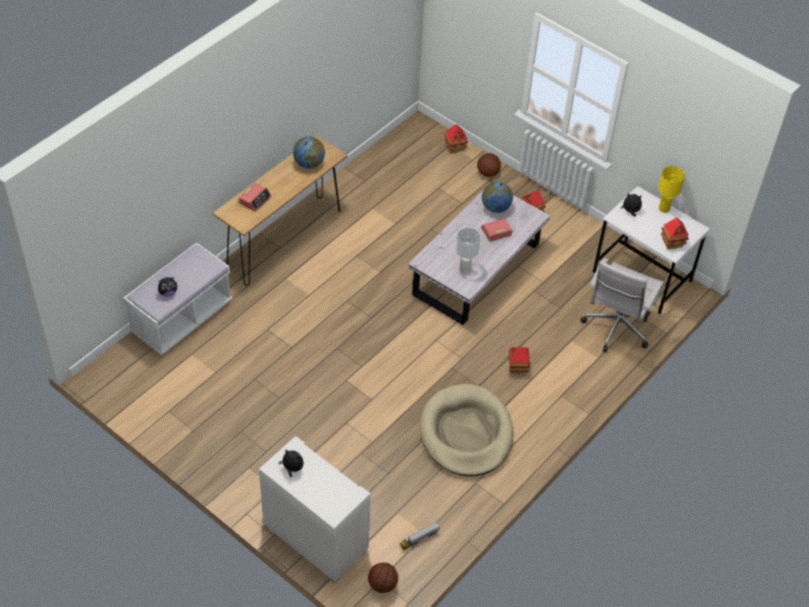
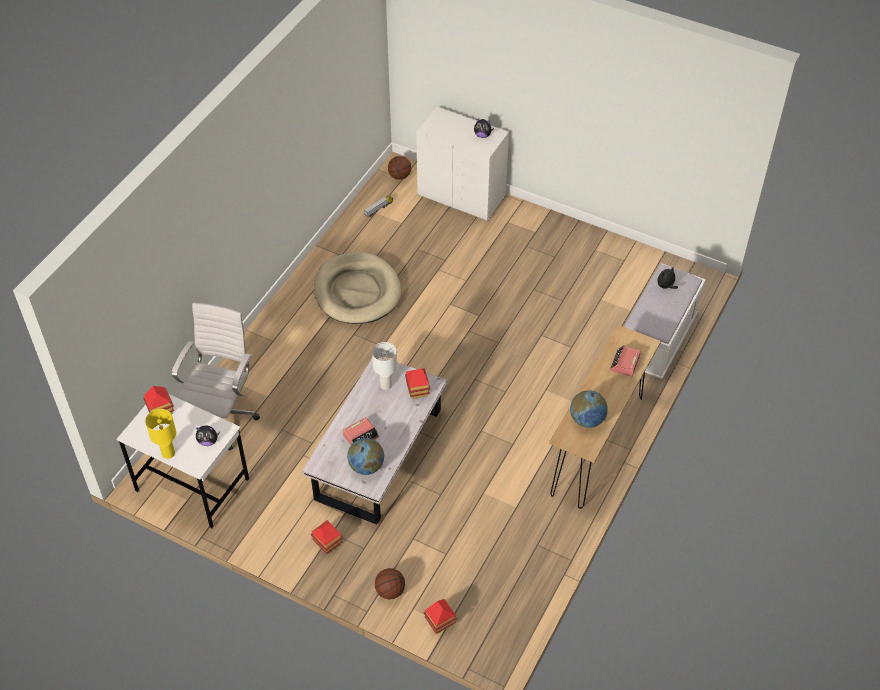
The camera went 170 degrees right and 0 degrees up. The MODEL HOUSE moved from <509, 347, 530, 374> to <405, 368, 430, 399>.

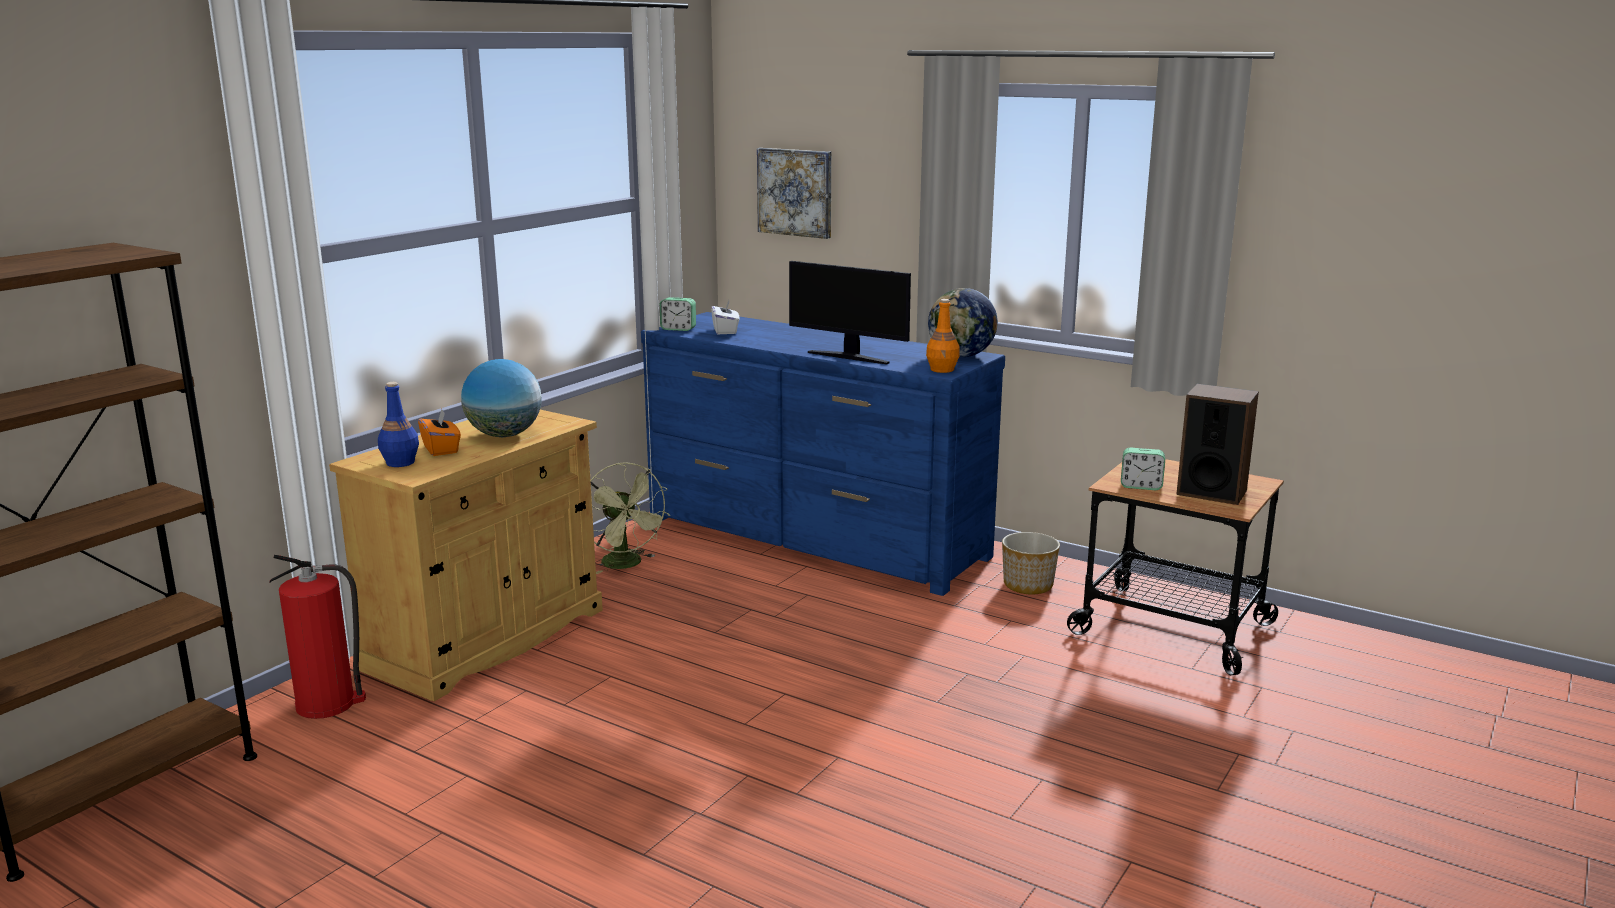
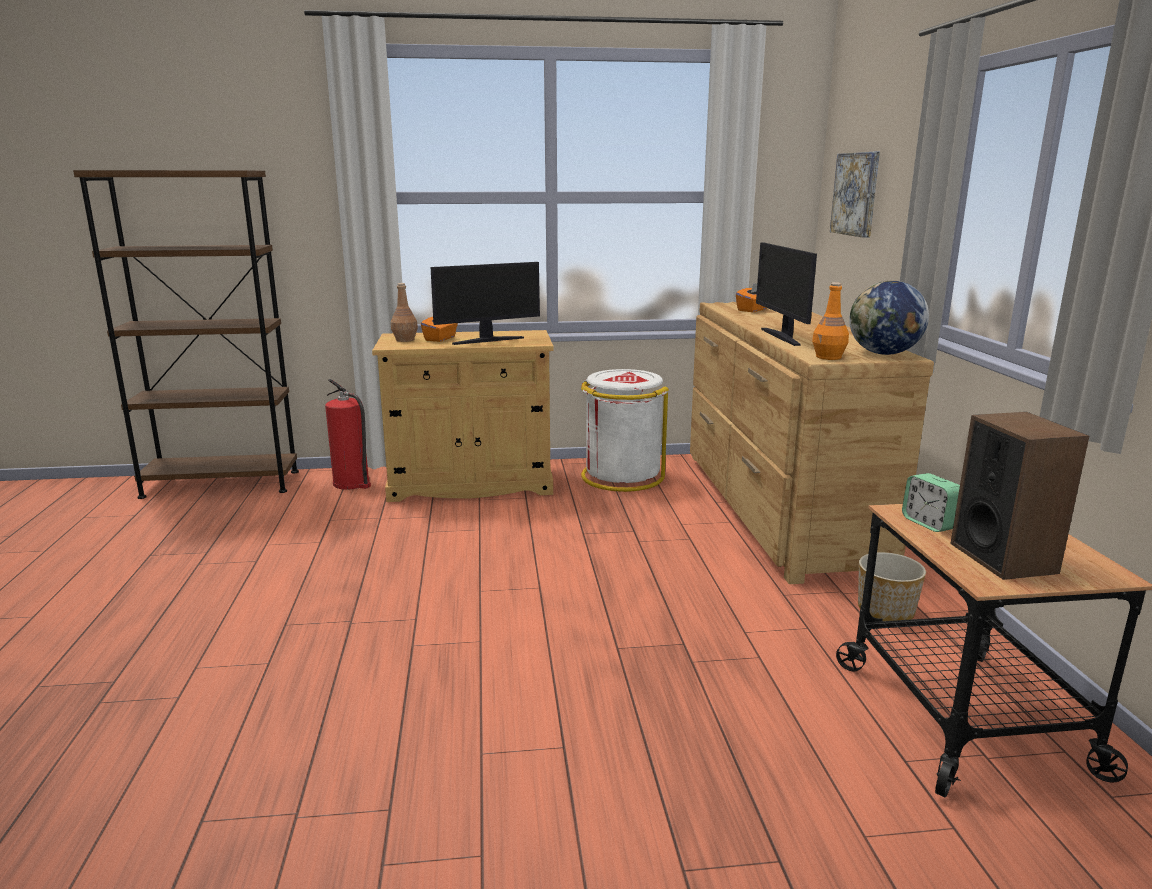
The camera went 50 degrees right and 0 degrees up. The ALARM CLOCK at <660, 297, 696, 331> disappeared. The WORLD GLOBE at <461, 359, 542, 437> was replaced by the COMPUTER DISPLAY at <431, 262, 540, 345>. The GREENISH COOLING FAN at <590, 462, 670, 574> was replaced by the WHITISH RUBBISH BIN at <581, 369, 669, 492>. The BLUE-COLOURED BOTTLE at <378, 382, 419, 467> became the BROWN BOTTLE at <391, 283, 418, 342>. The BLUE-COLOURED DRAWER CHEST at <641, 312, 1005, 596> became the BROWN DRAWER CHEST at <690, 302, 934, 584>. The WHITISH TISSUE BOX at <711, 300, 740, 334> became the ORANGEY TISSUE BOX at <736, 284, 766, 312>.

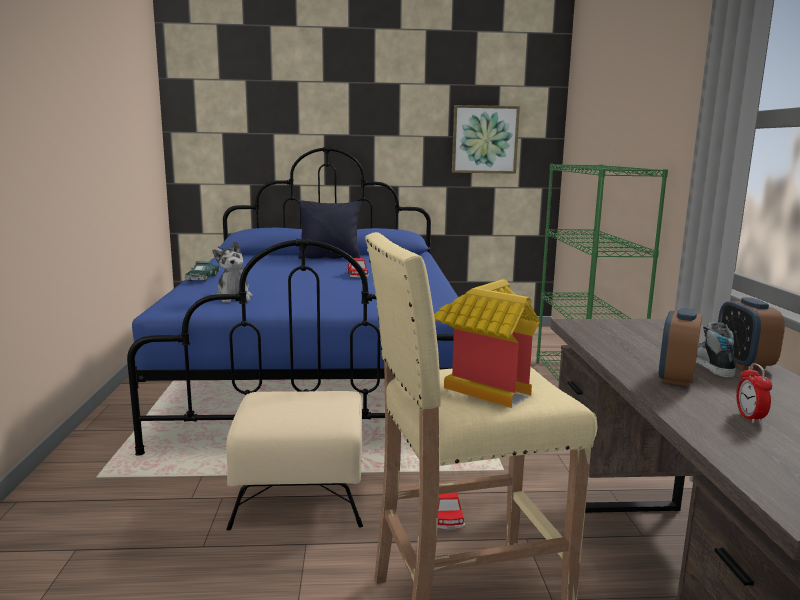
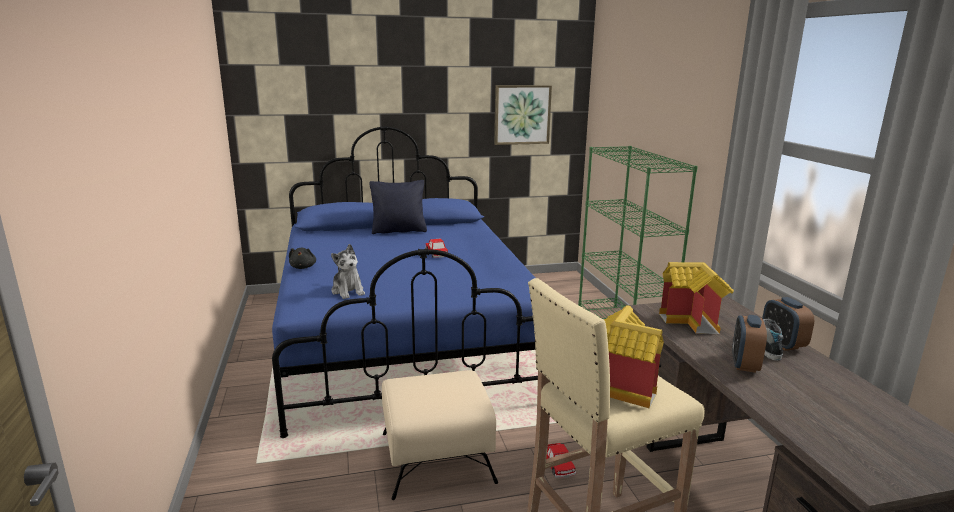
The camera went 10 degrees left and 5 degrees up. The ALARM CLOCK at <736, 363, 772, 424> disappeared. The MODEL HOUSE at <659, 262, 734, 334> appeared. The MINIATURE CAR at <184, 261, 220, 282> was replaced by the BLACKISH SOFT TOY at <289, 248, 316, 269>.

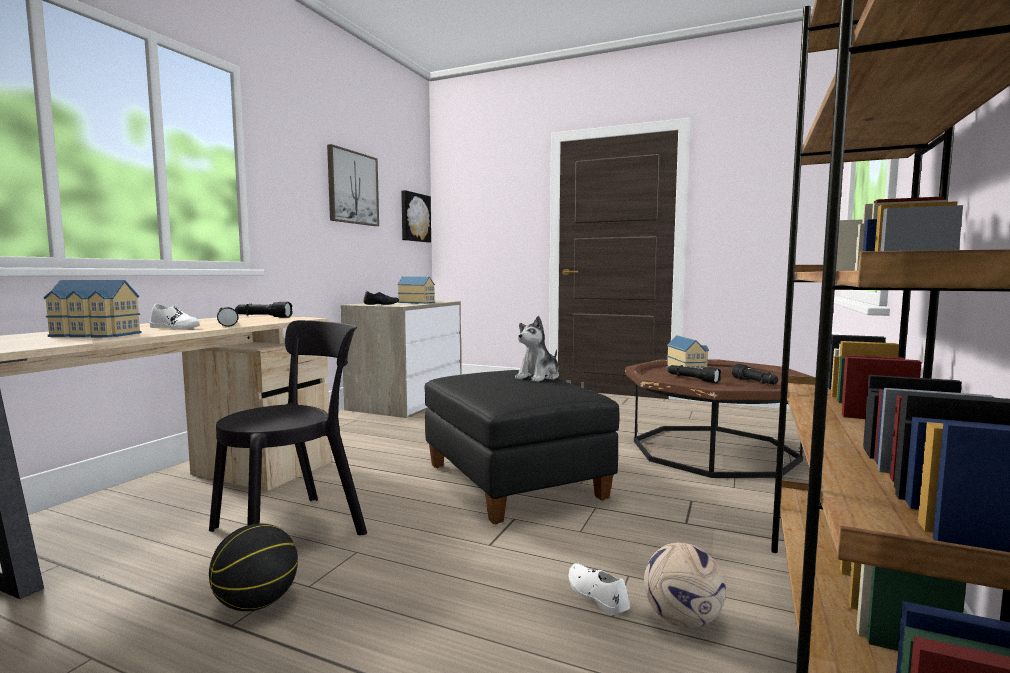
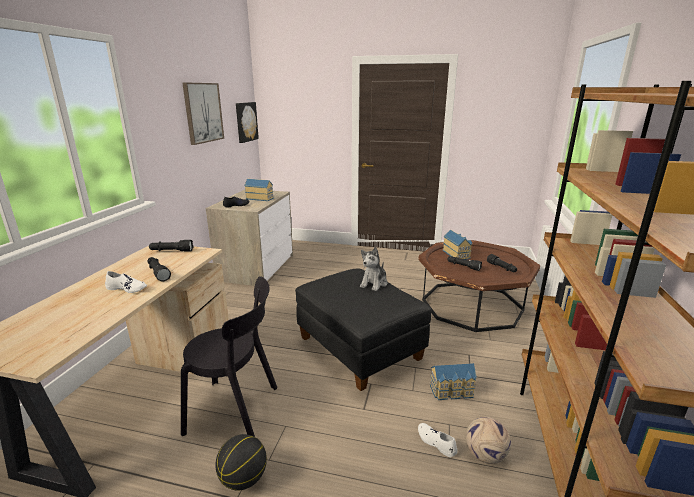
The camera went 10 degrees left and 15 degrees up. The MODEL HOUSE moved from <44, 280, 142, 338> to <430, 363, 477, 400>. The BLACKISH CHAIR at <209, 320, 367, 535> turned 60 degrees clockwise.

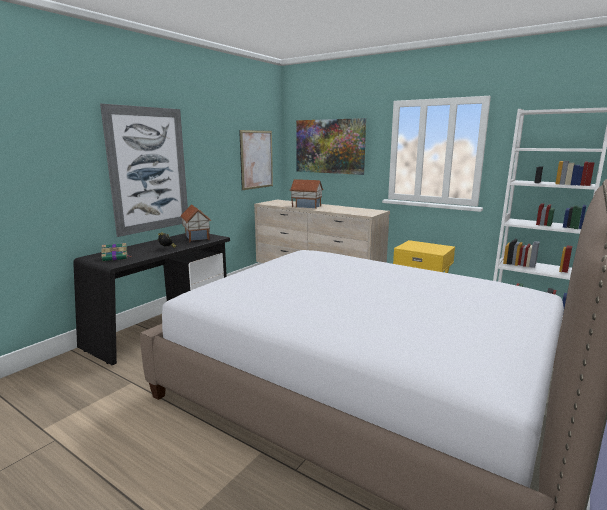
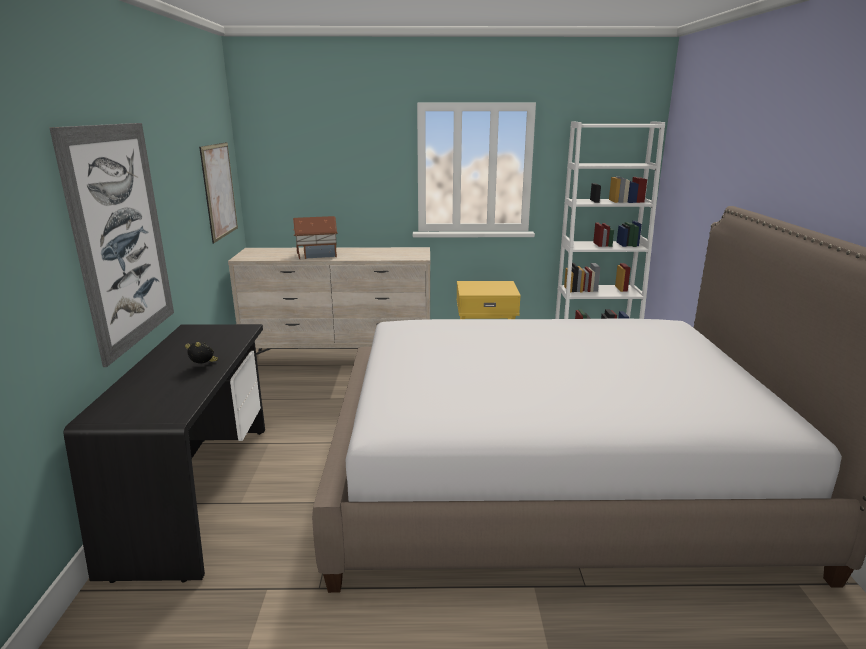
The camera went 35 degrees left and 5 degrees up. The VOLUME at <101, 243, 131, 261> disappeared. The MODEL HOUSE at <180, 204, 211, 243> disappeared. The PICTURE at <296, 118, 366, 175> disappeared.

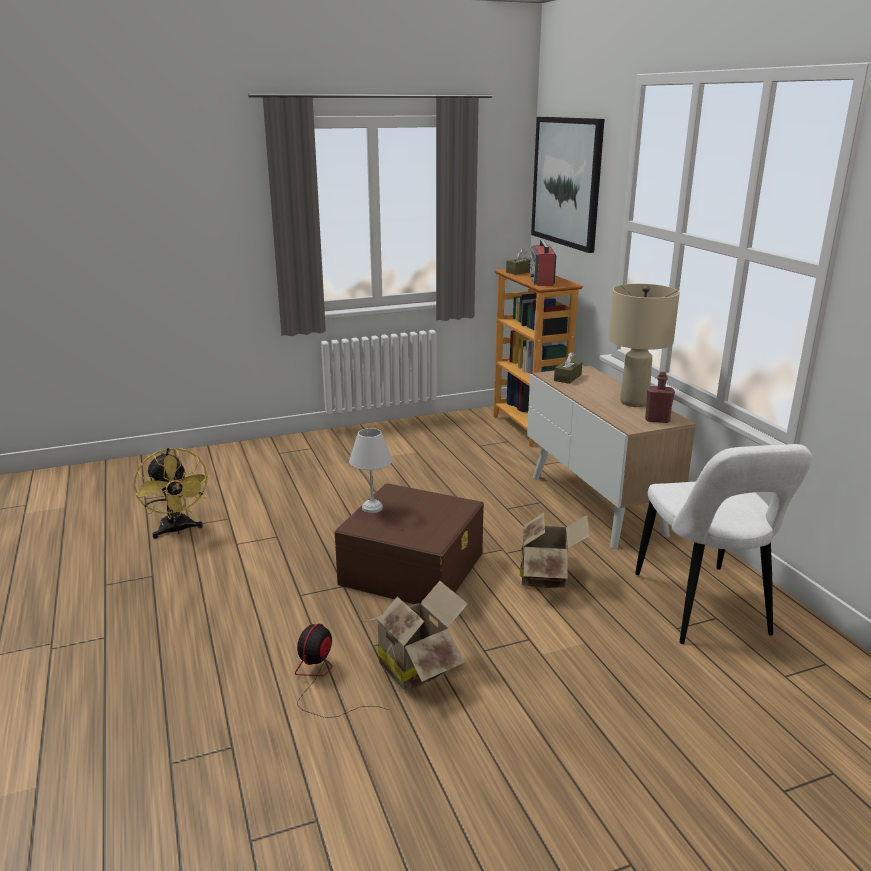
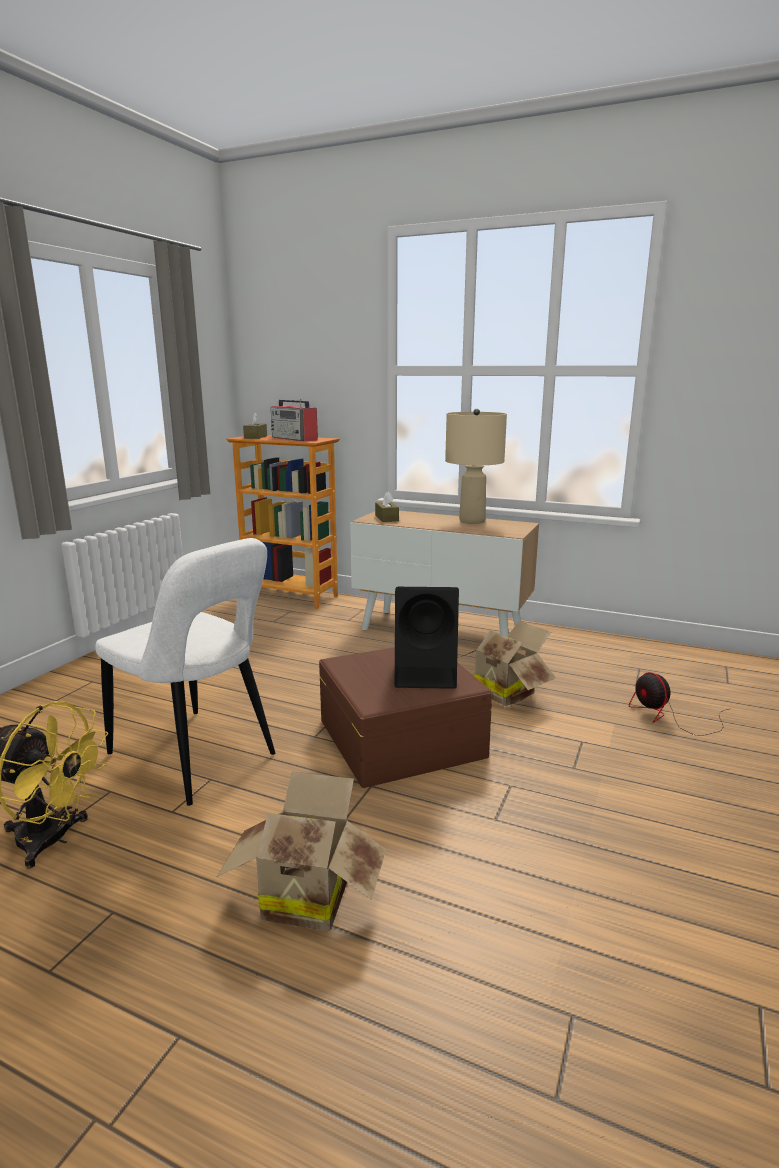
The camera went 45 degrees left and 5 degrees down. The WHITISH LAMP FOR A TABLE at <349, 428, 392, 513> disappeared. The PICTURE at <531, 117, 605, 253> disappeared. The RED-COLOURED BOTTLE at <645, 372, 675, 423> disappeared. The BLACKISH LOUDSPEAKER at <395, 587, 459, 689> appeared. The COOLING FAN moved from <295, 624, 388, 718> to <629, 672, 728, 736>. The PACKING BOX moved from <364, 581, 468, 690> to <217, 771, 386, 931>. The WHITISH CHAIR moved from <635, 444, 812, 644> to <95, 538, 275, 806>.

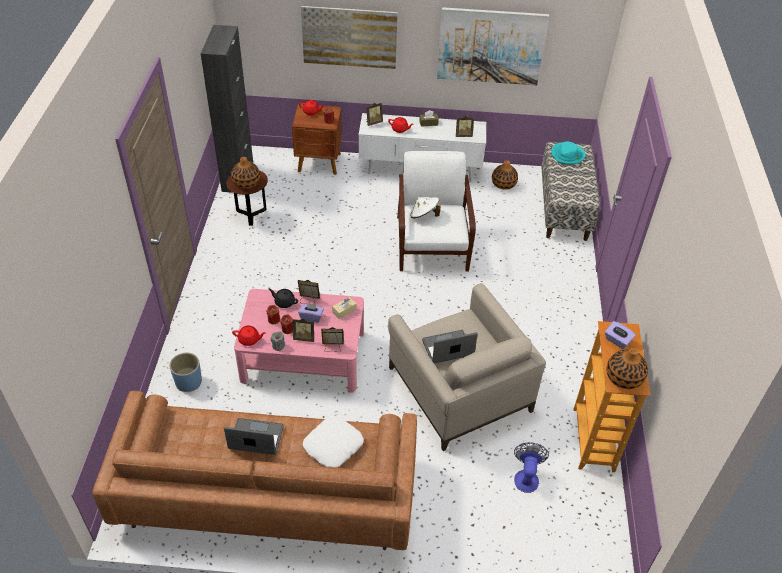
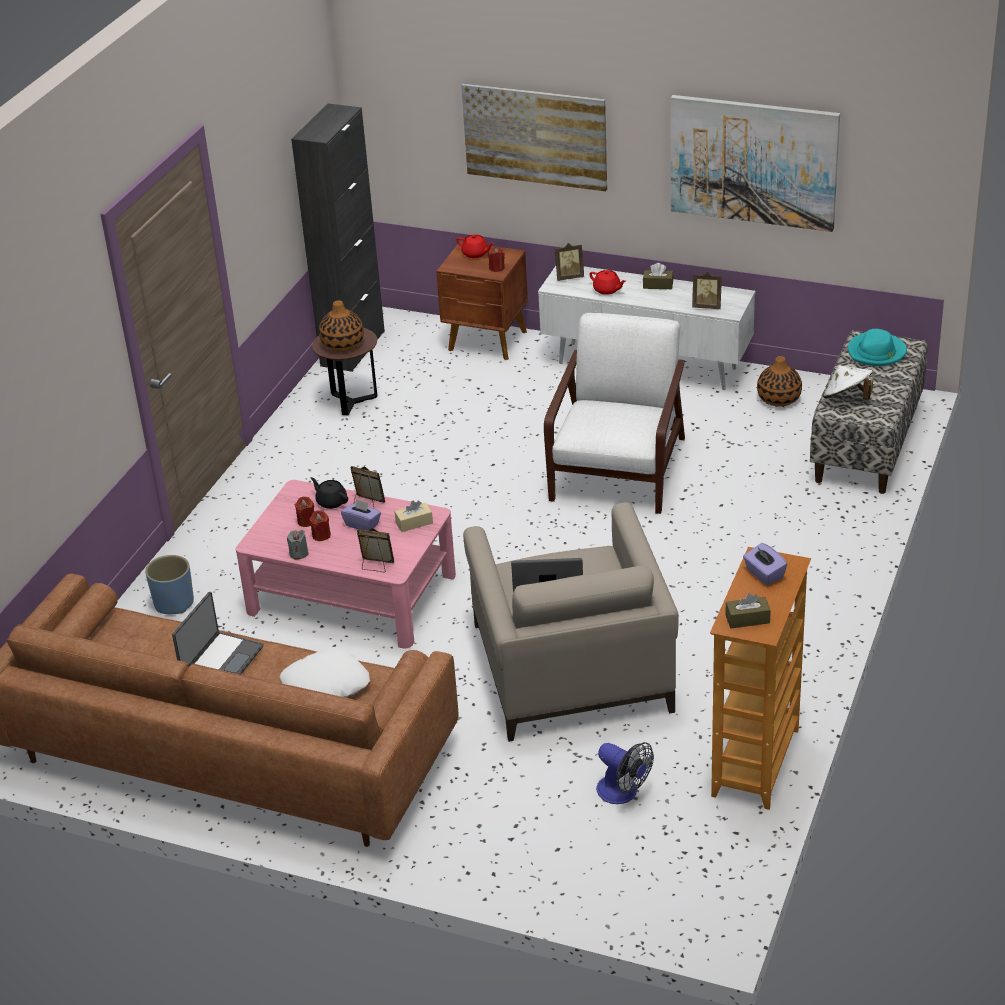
The camera went 20 degrees right and 10 degrees down. The RED-COLOURED TEA POT at <232, 326, 266, 346> disappeared. The STANDING FRAME at <292, 318, 314, 342> disappeared. The WHITISH HAT moved from <410, 197, 441, 218> to <823, 365, 873, 399>. The DECORATIVE VASE at <607, 348, 648, 389> was replaced by the BROWN TISSUE BOX at <726, 593, 771, 628>. The LAPTOP at <224, 418, 284, 455> turned 90 degrees clockwise. The COOLING FAN at <514, 442, 549, 493> turned 105 degrees clockwise.

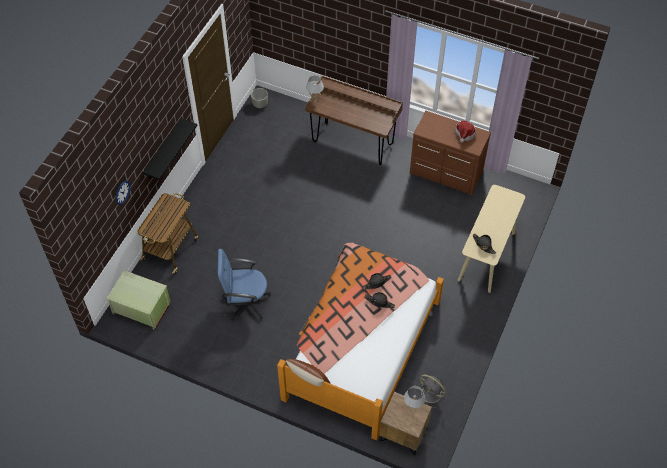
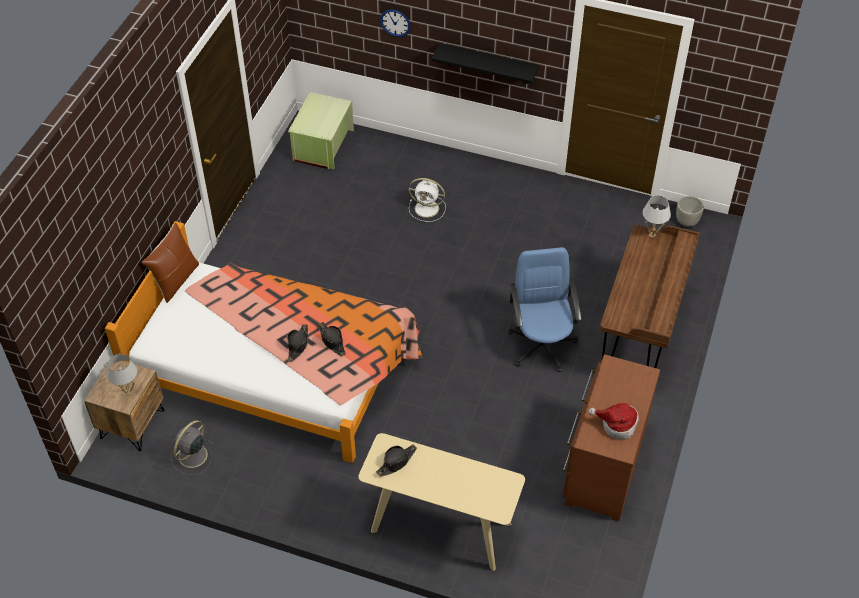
The camera went 85 degrees right and 5 degrees down. The WHEELED CART at <137, 193, 198, 274> disappeared. The WHITISH COOLING FAN at <409, 178, 446, 222> appeared. The BLUE-COLOURED OFFICE CHAIR moved from <218, 249, 271, 321> to <508, 247, 582, 372>.

